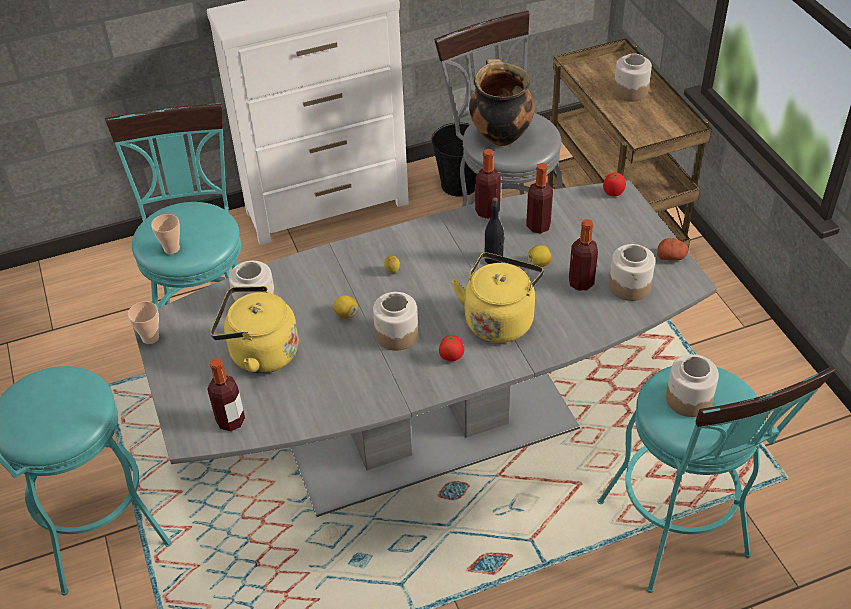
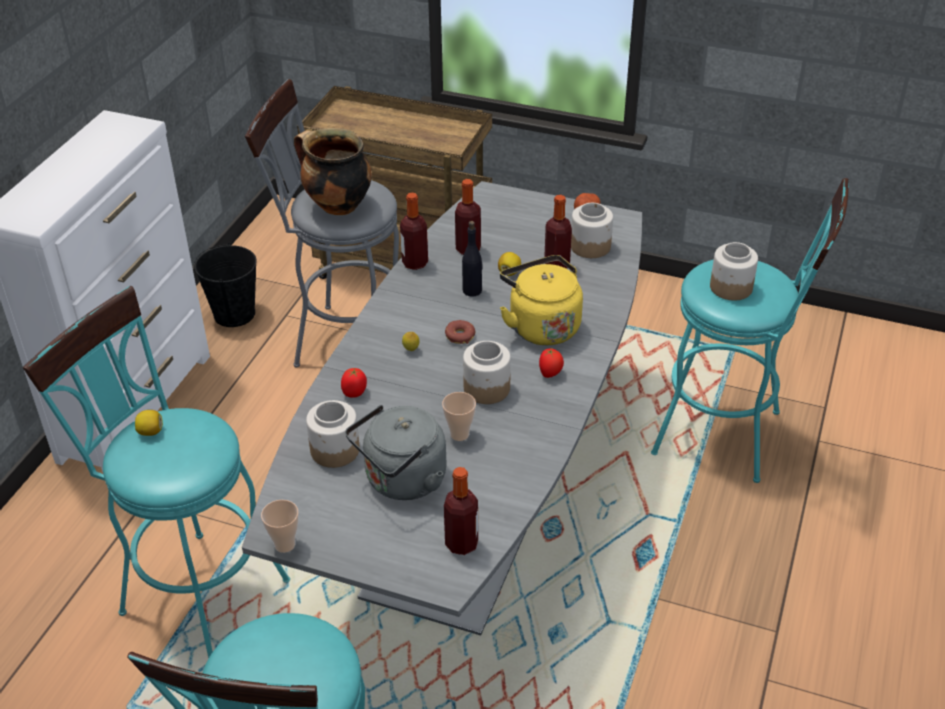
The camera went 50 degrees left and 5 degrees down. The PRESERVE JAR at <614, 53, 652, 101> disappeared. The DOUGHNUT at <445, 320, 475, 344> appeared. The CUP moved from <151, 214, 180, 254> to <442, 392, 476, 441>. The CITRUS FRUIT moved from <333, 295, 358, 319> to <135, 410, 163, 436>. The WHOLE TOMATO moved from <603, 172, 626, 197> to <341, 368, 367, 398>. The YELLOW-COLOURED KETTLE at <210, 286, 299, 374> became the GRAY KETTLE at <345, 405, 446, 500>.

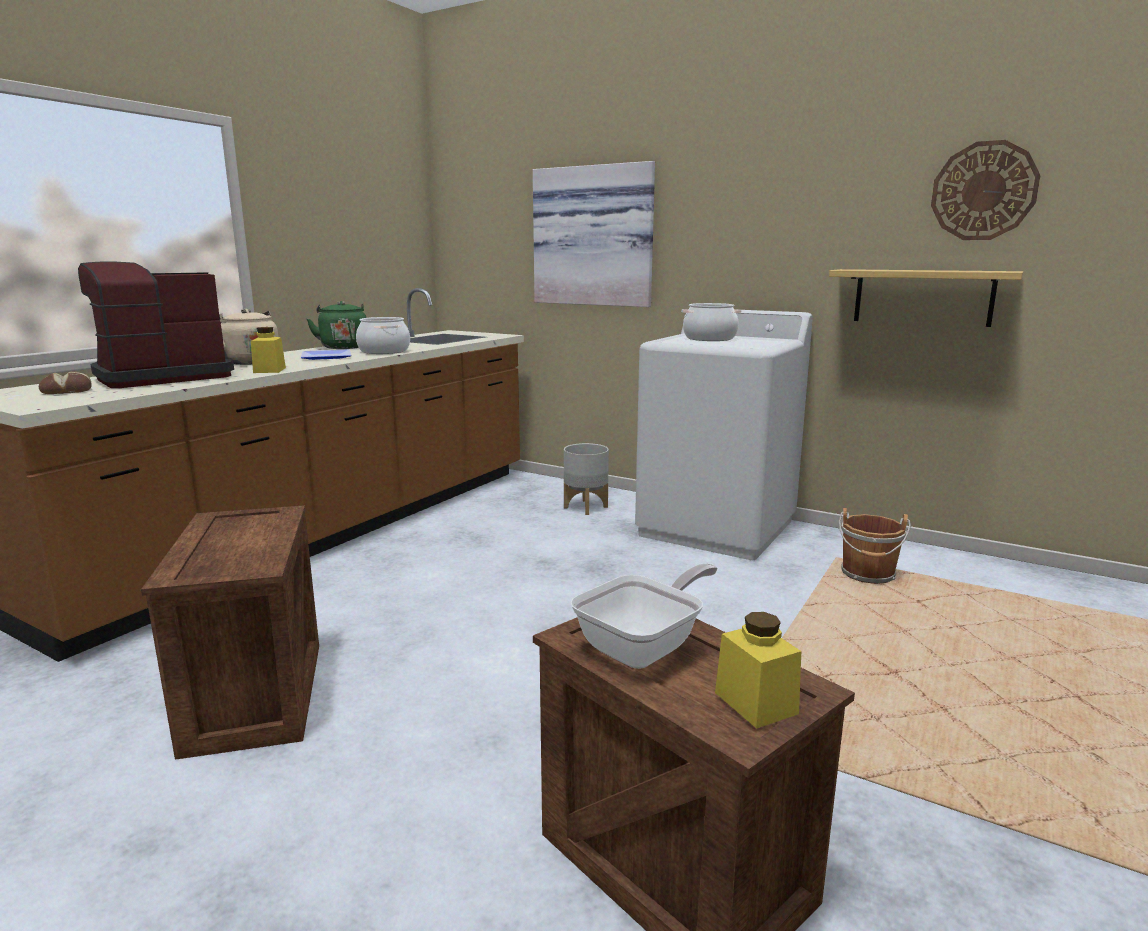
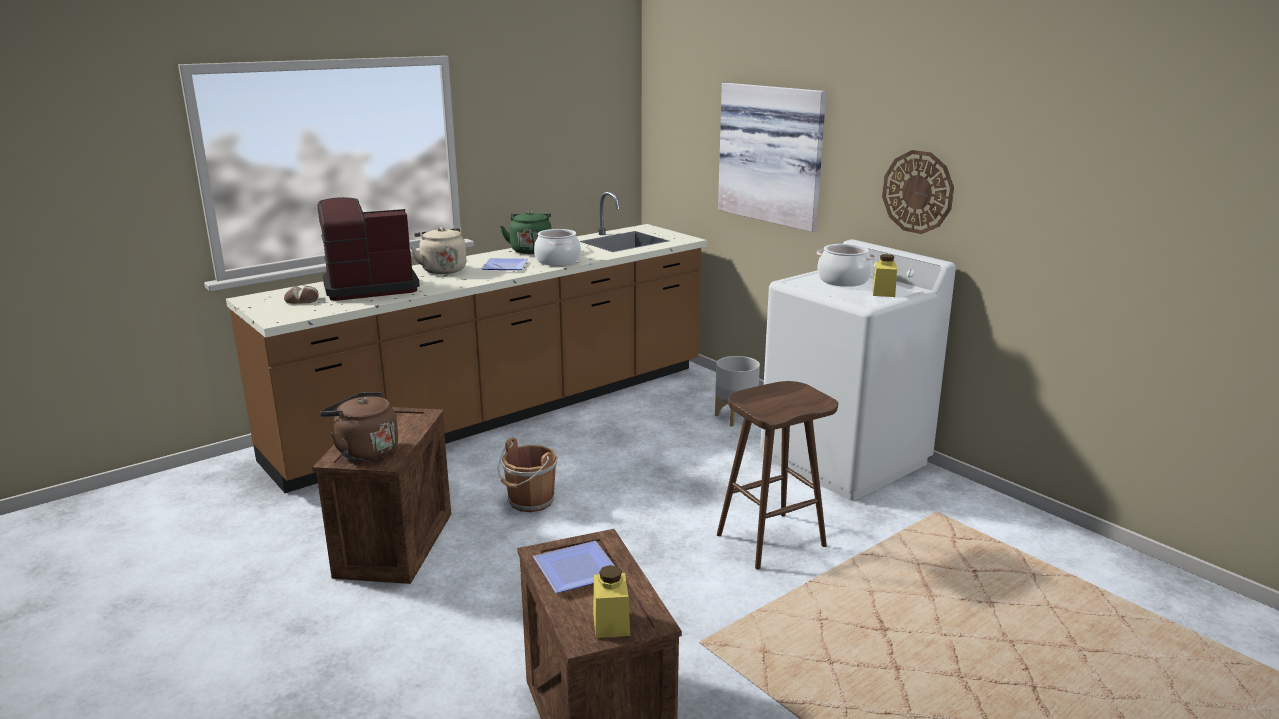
The camera went 20 degrees right and 5 degrees up. The BRACKET SHELF at <829, 269, 1023, 327> disappeared. The BROWN KETTLE at <320, 392, 398, 461> appeared. The BROWN STOOL at <717, 381, 838, 570> appeared. The YELLOW-COLOURED PRESERVE JAR moved from <251, 327, 286, 373> to <872, 254, 897, 297>. The BROWN PAIL moved from <839, 508, 911, 584> to <498, 438, 558, 512>. The CLOCK ON THE WALL moved from <931, 140, 1040, 240> to <882, 150, 954, 234>. The SKILLET at <570, 563, 718, 669> was replaced by the FLAT DISH at <533, 541, 615, 593>.

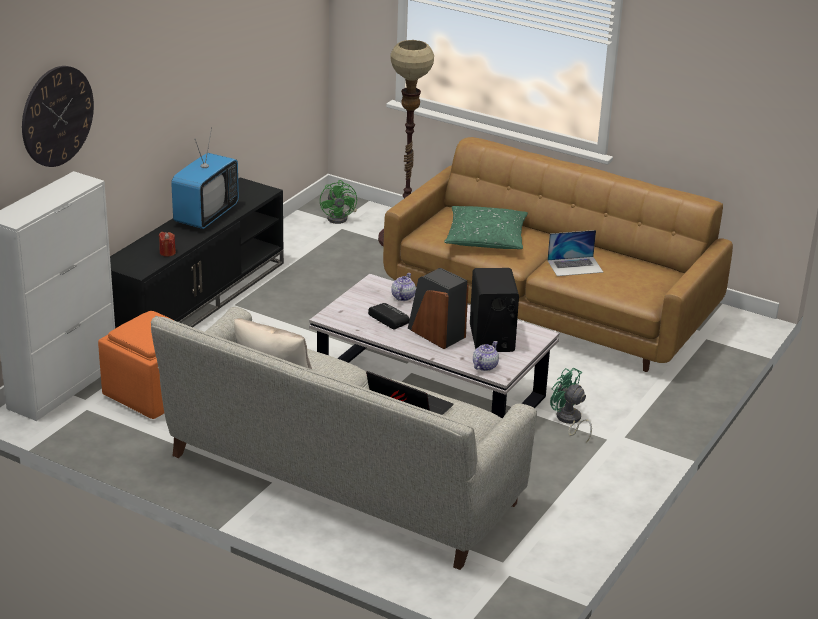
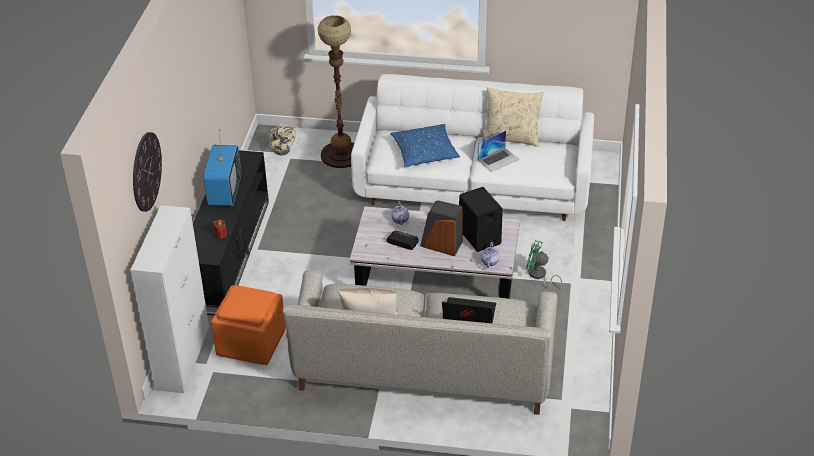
The camera went 20 degrees left and 10 degrees up. The BEIGE PILLOW at <482, 87, 544, 147> appeared. The GREENISH COOLING FAN at <320, 180, 357, 224> became the BEIGE COOLING FAN at <270, 123, 296, 155>. The BROWN COUCH at <383, 137, 733, 372> became the WHITISH COUCH at <351, 74, 594, 221>. The GREENISH PILLOW at <444, 206, 528, 249> became the BLUE-COLOURED PILLOW at <390, 124, 460, 167>.

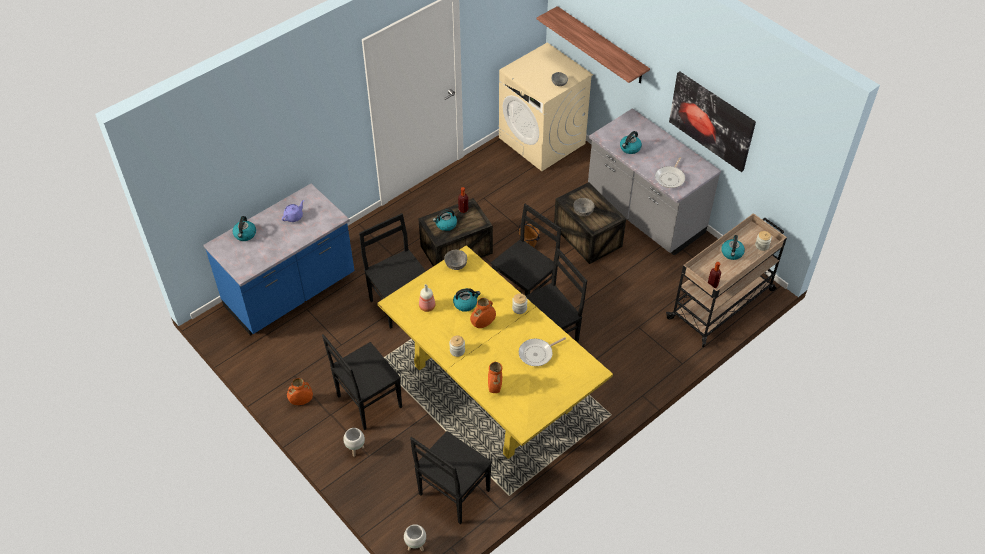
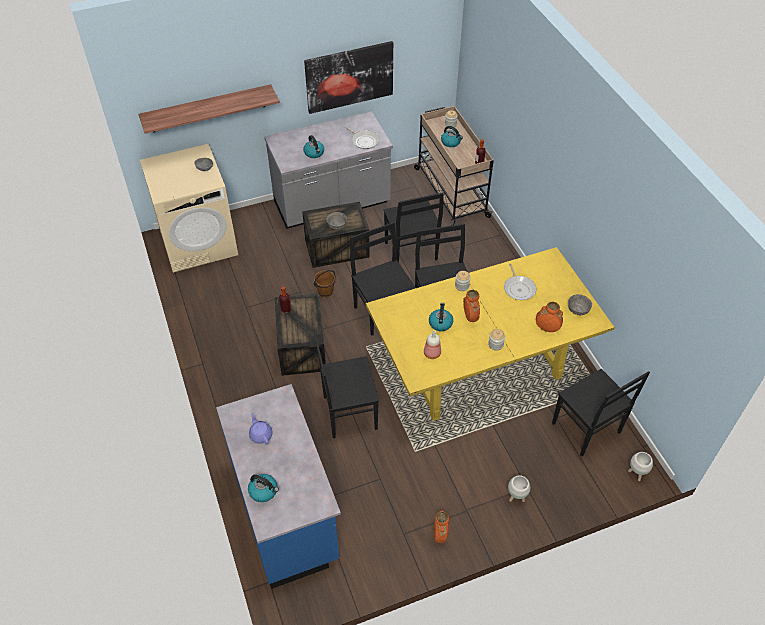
The camera went 70 degrees left and 0 degrees up. The KETTLE at <433, 209, 457, 231> disappeared. The BLACKISH CHAIR moved from <322, 334, 402, 430> to <384, 193, 444, 262>. The GRAY SERVING BOWL moved from <444, 250, 467, 270> to <568, 294, 592, 315>.

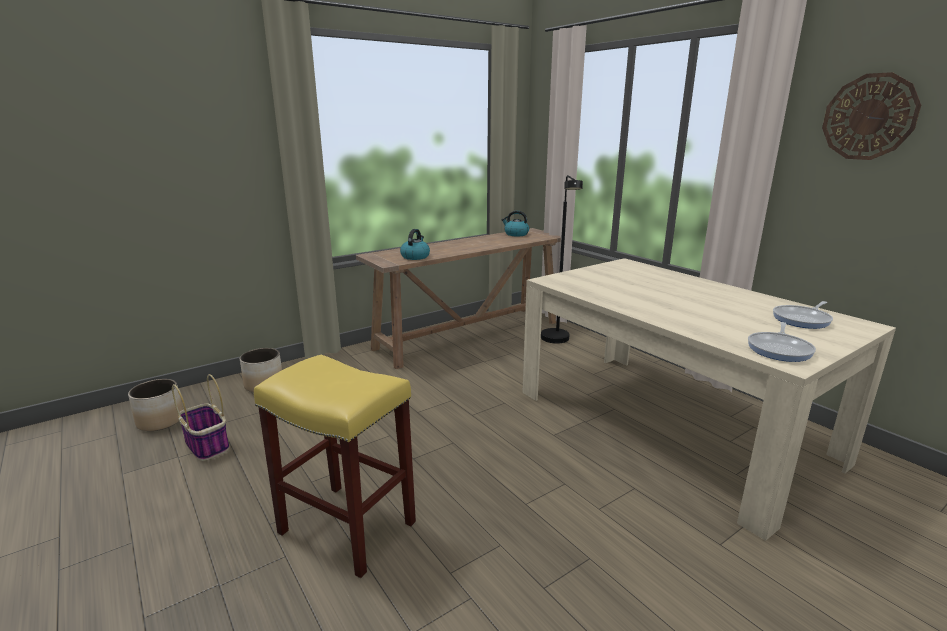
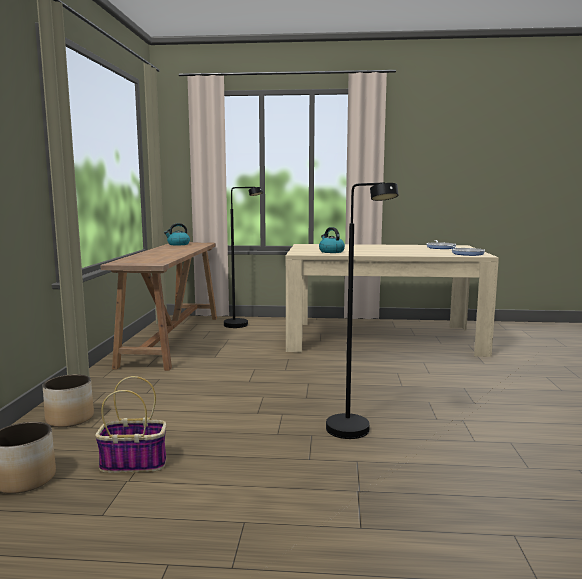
The camera went 50 degrees left and 10 degrees down. The CLOCK ON THE WALL at <822, 72, 921, 160> disappeared. The KETTLE moved from <400, 229, 430, 260> to <319, 227, 345, 253>. The YELLOW-COLOURED STOOL at <254, 355, 416, 578> was replaced by the BLACKISH STANDARD LAMP at <326, 182, 399, 439>.

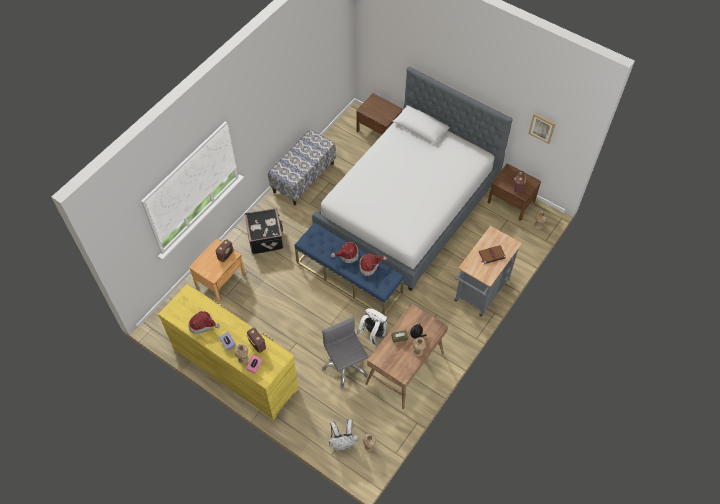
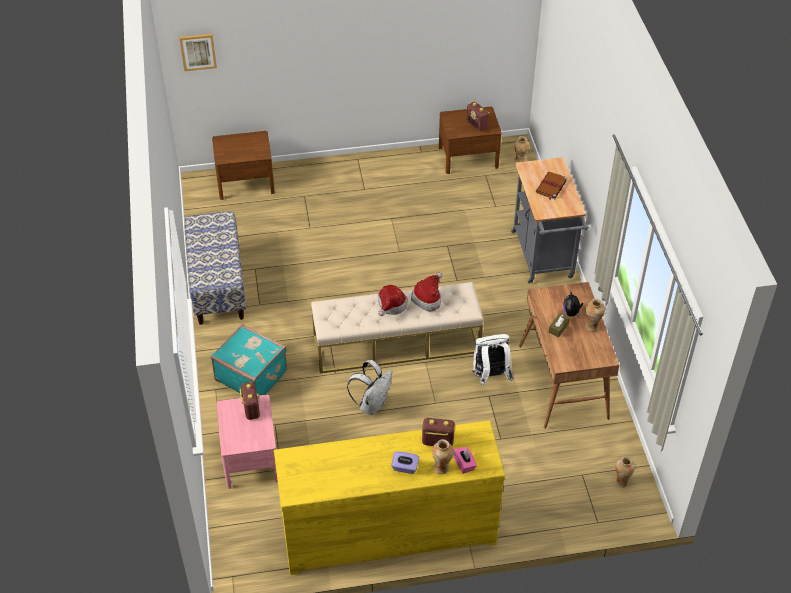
The camera went 45 degrees left and 10 degrees down. The HAT at <188, 311, 220, 334> disappeared. The BEDROOM BED at <312, 67, 513, 291> disappeared. The GRAY OFFICE CHAIR at <322, 317, 368, 388> disappeared. The WHITISH KNAPSACK moved from <329, 419, 359, 450> to <347, 360, 392, 415>. The PICTURE moved from <528, 113, 555, 144> to <179, 34, 217, 71>. The BROWN BEDSIDE TABLE at <189, 239, 245, 301> became the PINKISH BEDSIDE TABLE at <216, 395, 278, 489>. The BLACKISH PIECE OF LUGGAGE at <245, 208, 284, 254> became the TURQUOISE PIECE OF LUGGAGE at <211, 324, 287, 395>. The BLUE-COLOURED INDOOR BENCH at <295, 223, 404, 315> became the BEIGE INDOOR BENCH at <311, 282, 483, 373>.

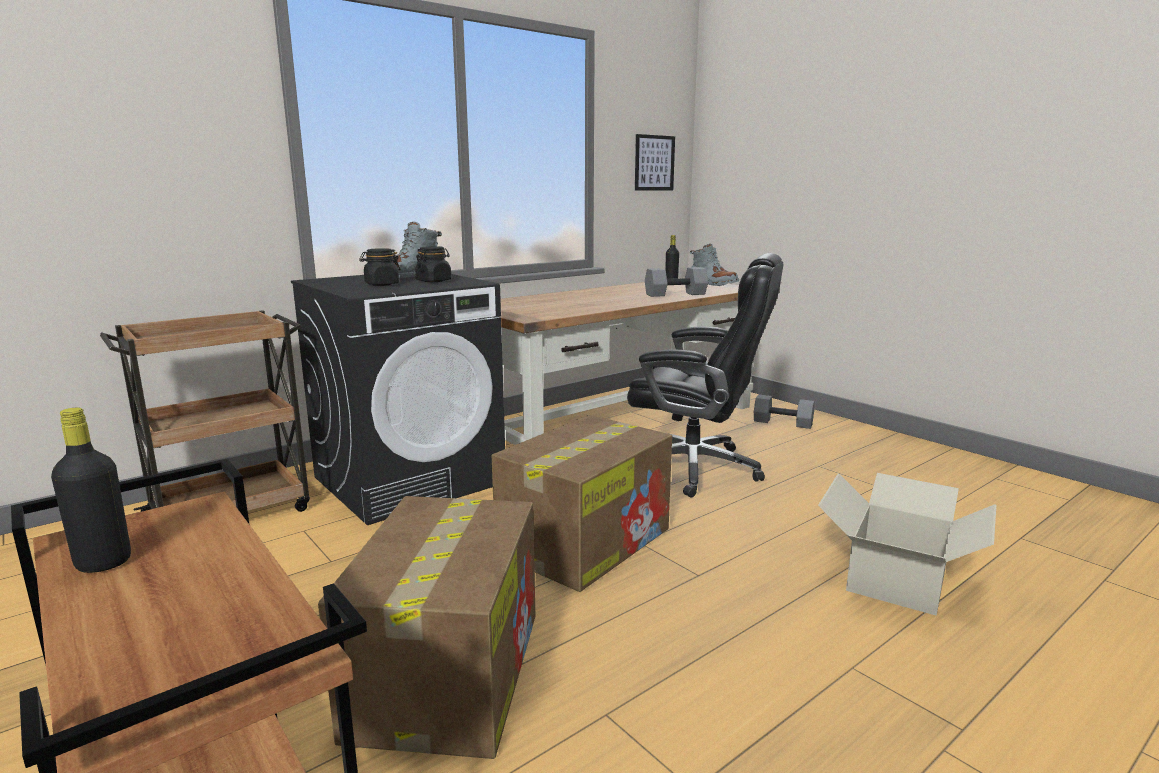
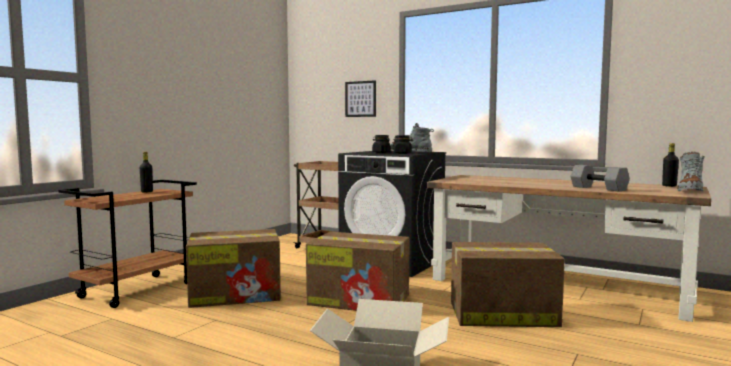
The camera went 70 degrees right and 10 degrees down. The GRAY DUMBBELL at <754, 394, 815, 429> disappeared. The PICTURE moved from <635, 134, 675, 191> to <345, 80, 376, 117>. The BLACKISH OFFICE CHAIR at <627, 253, 783, 498> was replaced by the PACKING BOX at <451, 242, 565, 327>.

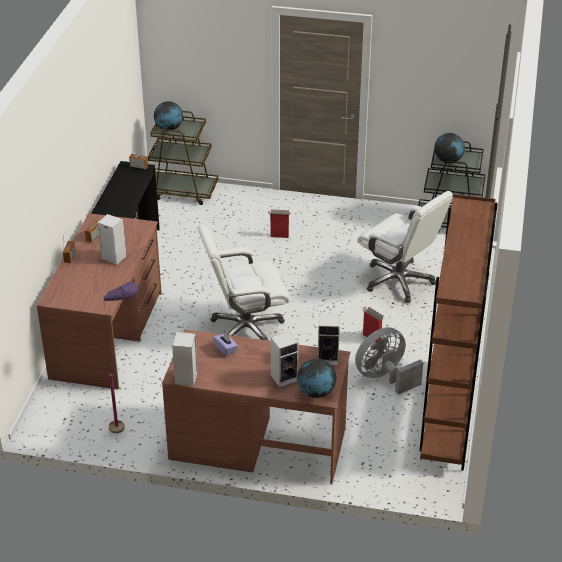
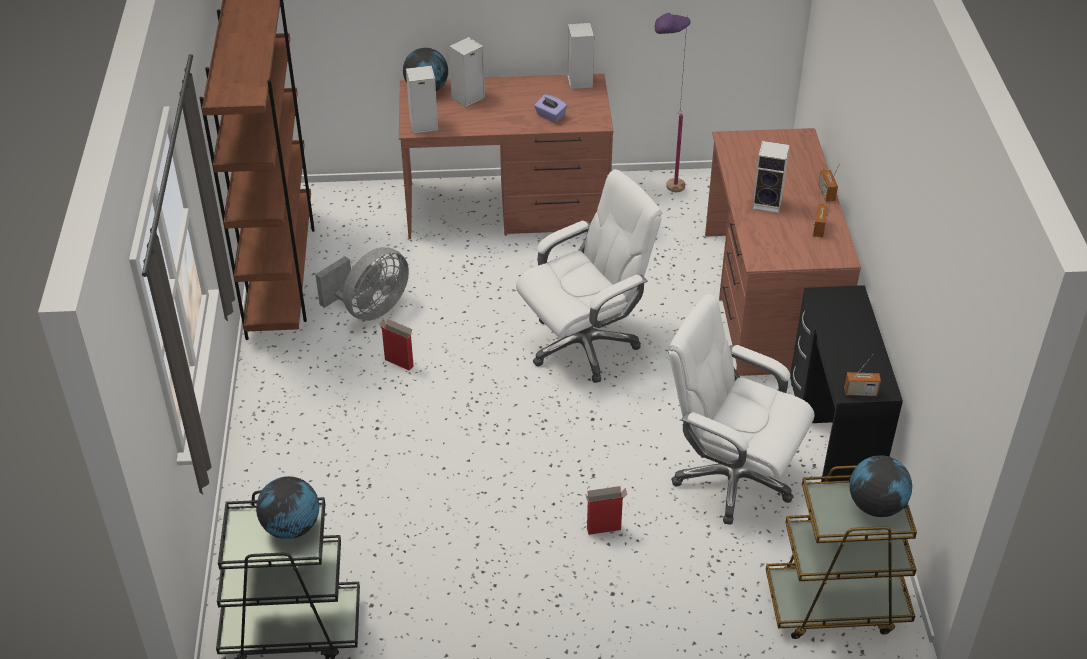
The camera went 165 degrees right and 5 degrees up. The WHITISH OFFICE CHAIR moved from <357, 191, 453, 303> to <669, 294, 815, 525>.

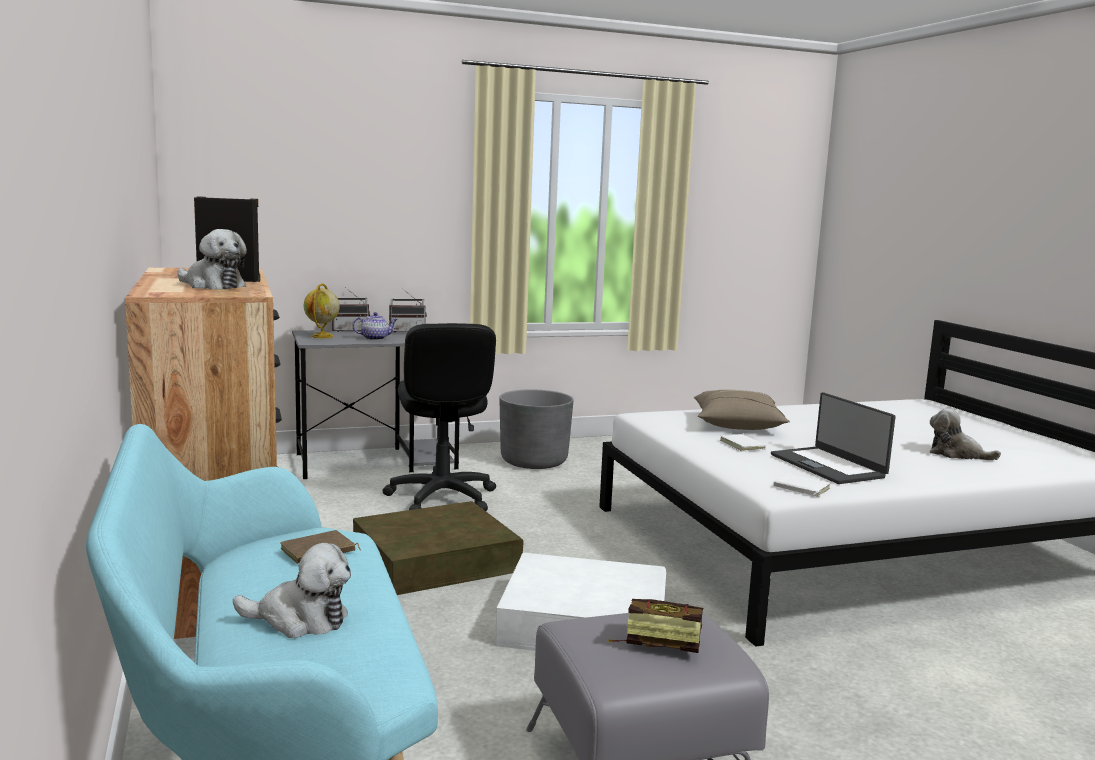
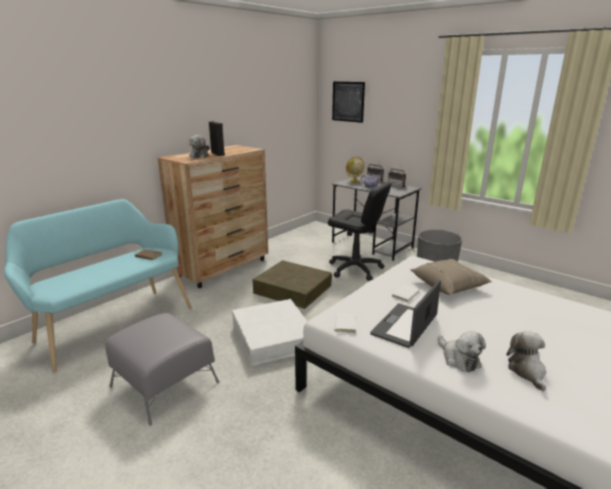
The camera went 60 degrees right and 10 degrees up. The VOLUME at <608, 599, 703, 653> disappeared. The PICTURE at <332, 82, 365, 123> appeared. The SOFT TOY moved from <233, 543, 351, 638> to <438, 331, 486, 372>. The BLACKISH OFFICE CHAIR at <383, 323, 496, 511> turned 105 degrees counterclockwise.

